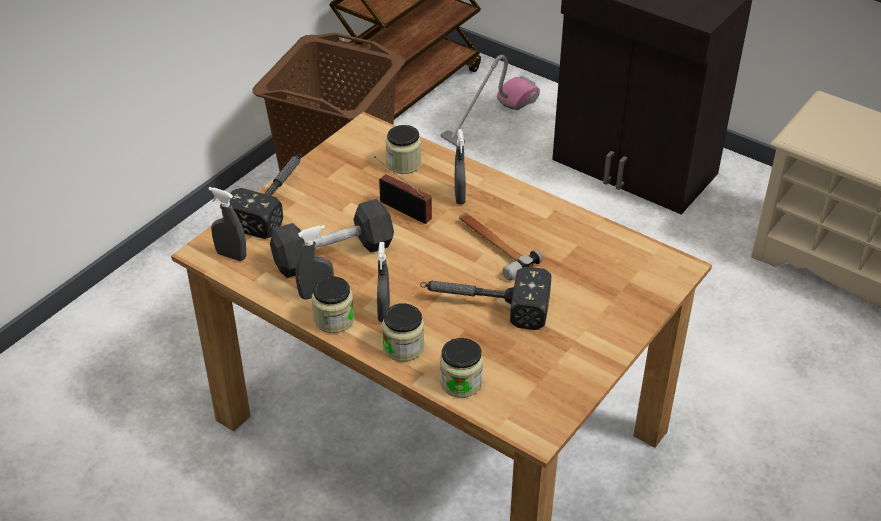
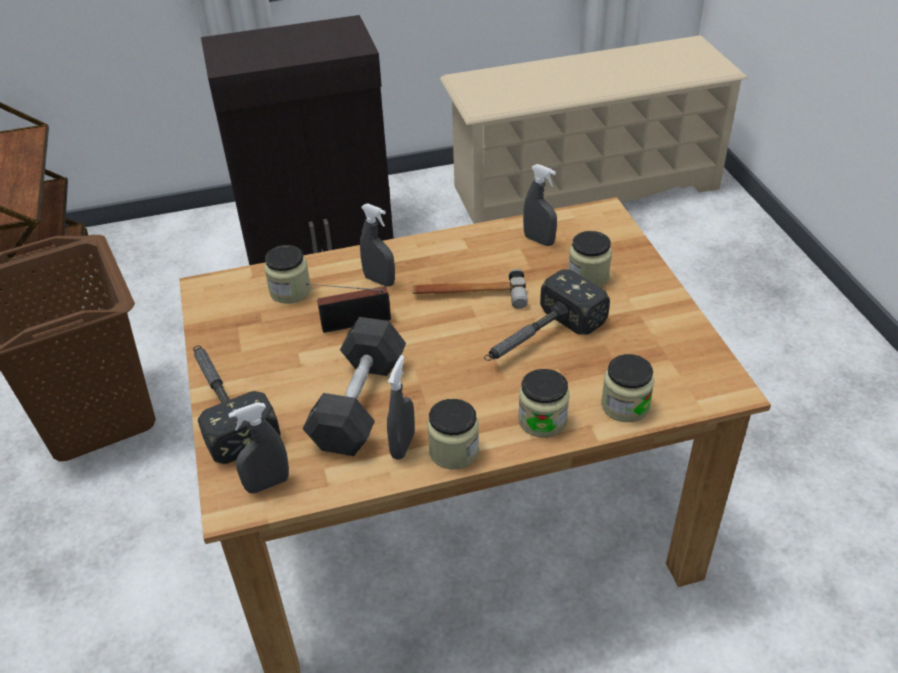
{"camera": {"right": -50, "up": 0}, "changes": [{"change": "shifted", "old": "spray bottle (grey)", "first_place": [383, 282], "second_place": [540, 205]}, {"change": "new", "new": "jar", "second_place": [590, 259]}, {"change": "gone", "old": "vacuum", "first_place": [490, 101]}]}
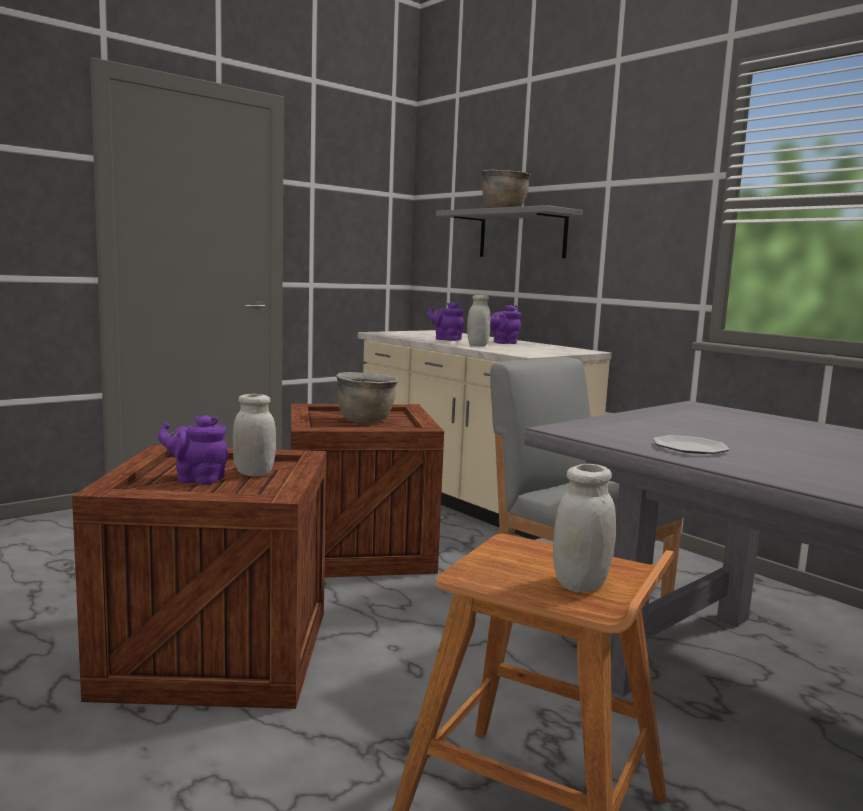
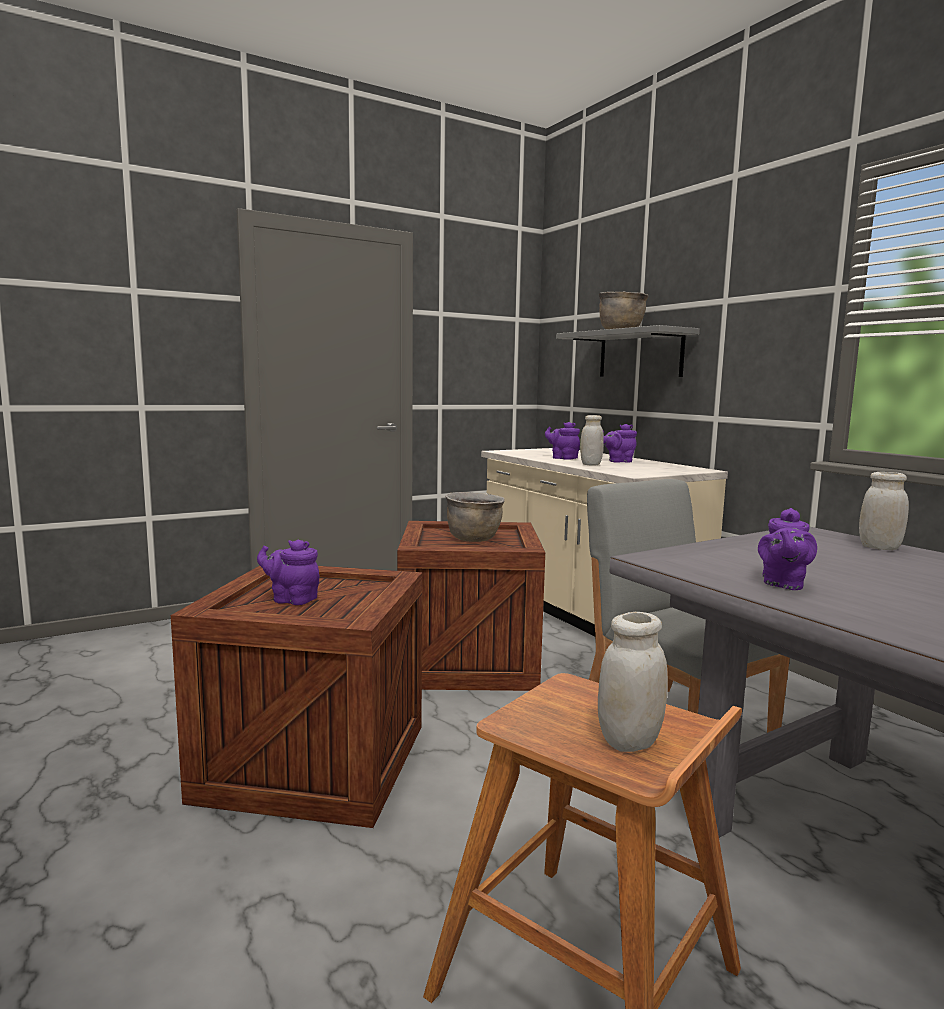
{"camera": {"right": 10, "up": 0}, "changes": [{"change": "swapped", "old": "plate", "new": "pot for tea (purple-coloured)", "first_place": [691, 444], "second_place": [787, 549]}, {"change": "shifted", "old": "jar (white)", "first_place": [254, 435], "second_place": [884, 511]}]}
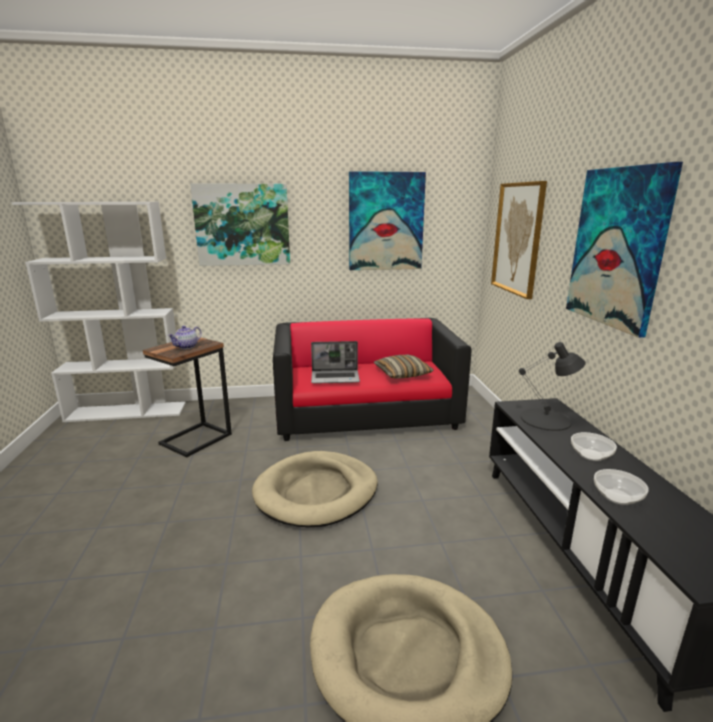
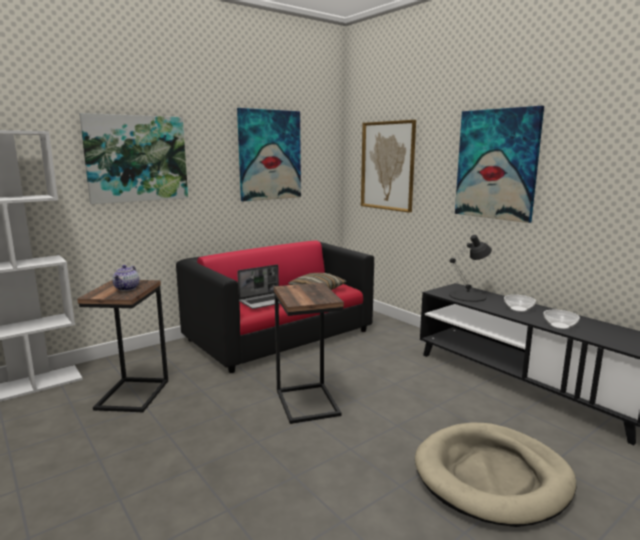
{"camera": {"right": -30, "up": -5}, "changes": [{"change": "swapped", "old": "pet bed (beige)", "new": "end table", "first_place": [315, 489], "second_place": [309, 353]}]}
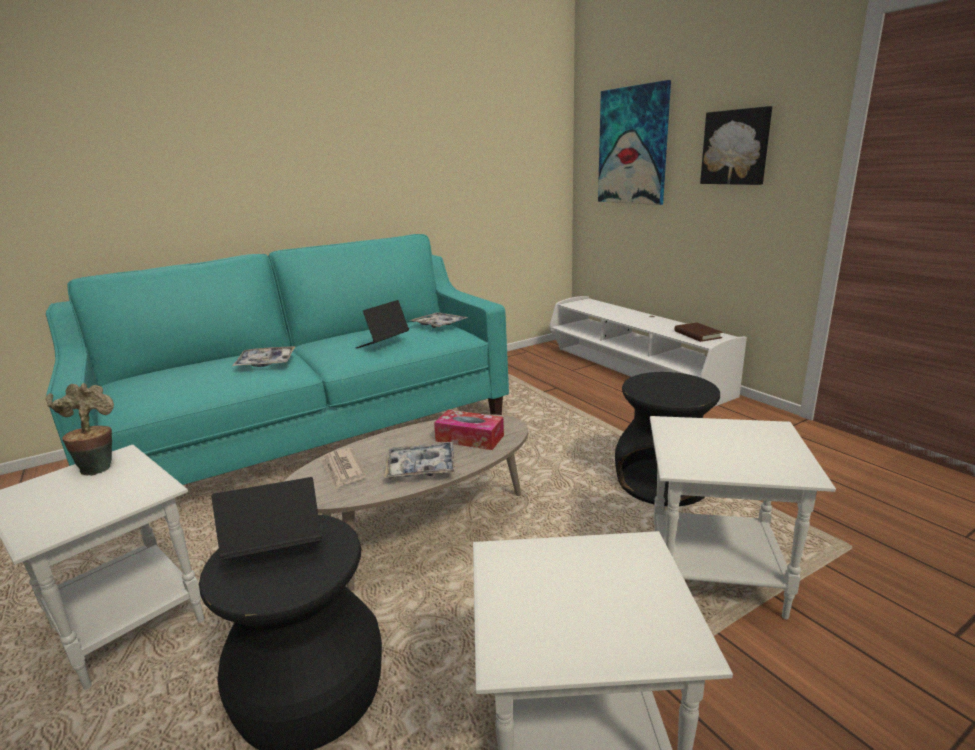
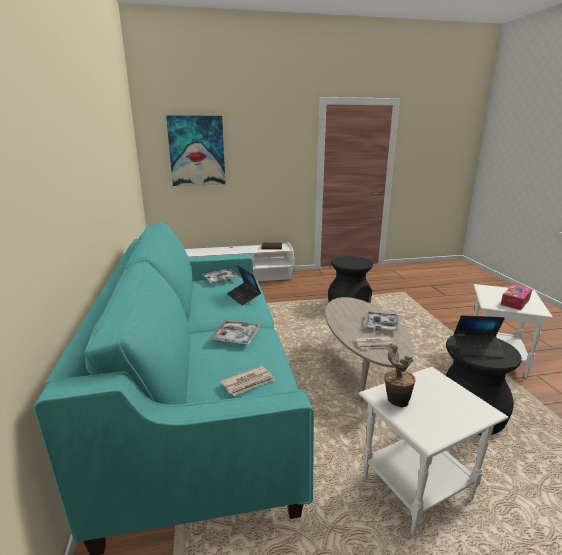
{"camera": {"right": -70, "up": 0}, "changes": [{"change": "new", "new": "newspaper", "second_place": [247, 381]}, {"change": "rotated", "old": "notebook computer", "first_place": [267, 518], "second_place": [479, 336], "degrees": -90}, {"change": "shifted", "old": "tissue holder", "first_place": [469, 430], "second_place": [516, 297]}, {"change": "gone", "old": "end table (white)", "first_place": [743, 518]}, {"change": "gone", "old": "wall picture", "first_place": [736, 145]}]}
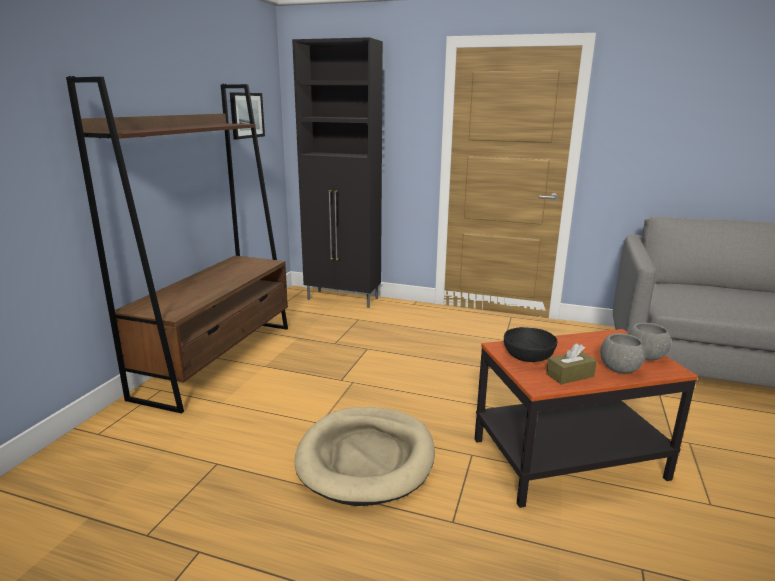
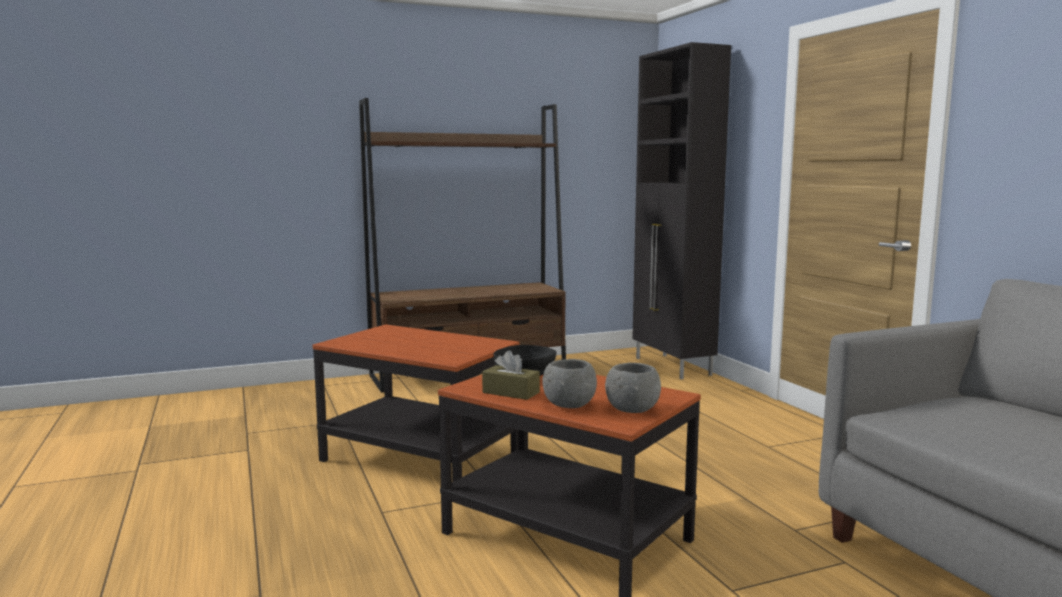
{"camera": {"right": 50, "up": -10}, "changes": [{"change": "swapped", "old": "pet bed (beige)", "new": "end table", "first_place": [365, 456], "second_place": [416, 403]}, {"change": "gone", "old": "wall picture", "first_place": [247, 115]}]}
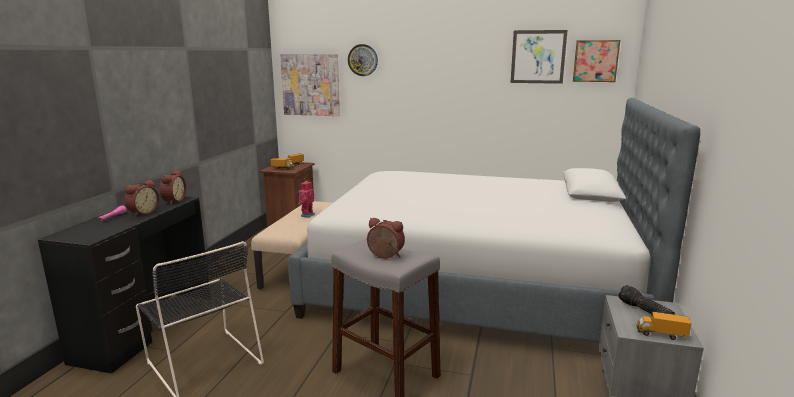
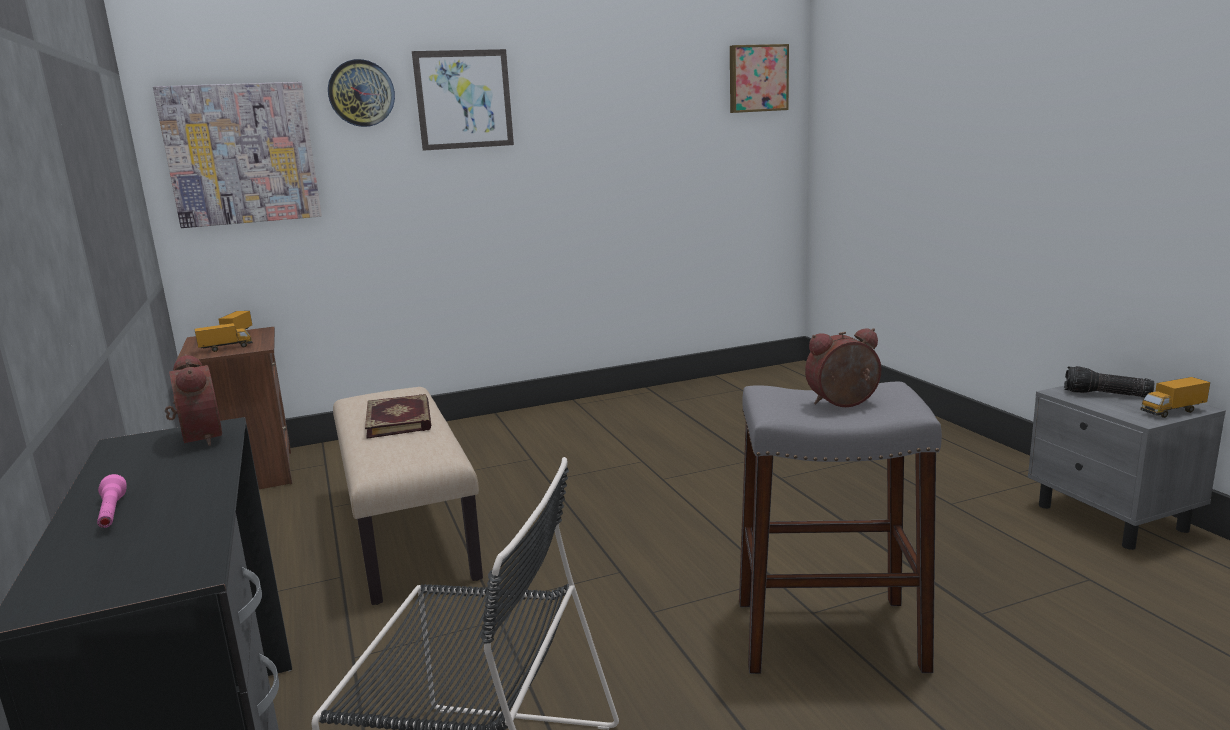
{"camera": {"right": -35, "up": 0}, "changes": [{"change": "swapped", "old": "robot figure", "new": "volume", "first_place": [306, 199], "second_place": [398, 416]}, {"change": "shifted", "old": "wall picture", "first_place": [539, 57], "second_place": [463, 100]}, {"change": "gone", "old": "alarm clock", "first_place": [141, 198]}, {"change": "gone", "old": "bed", "first_place": [494, 220]}]}
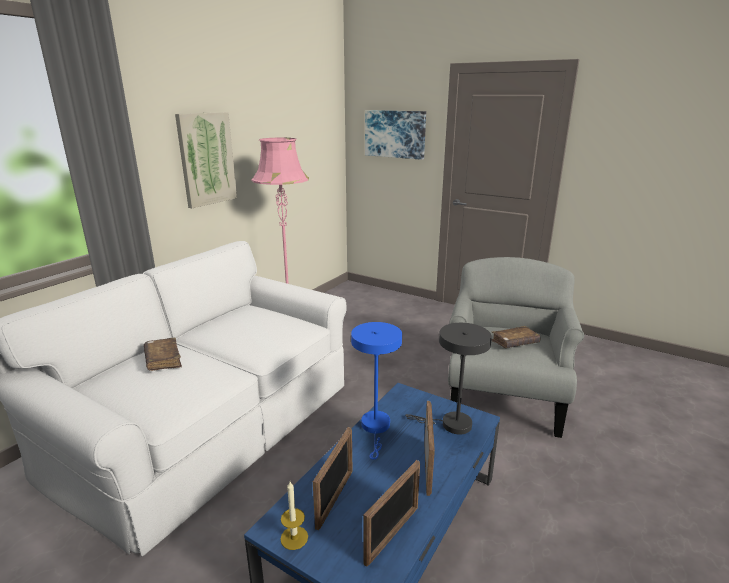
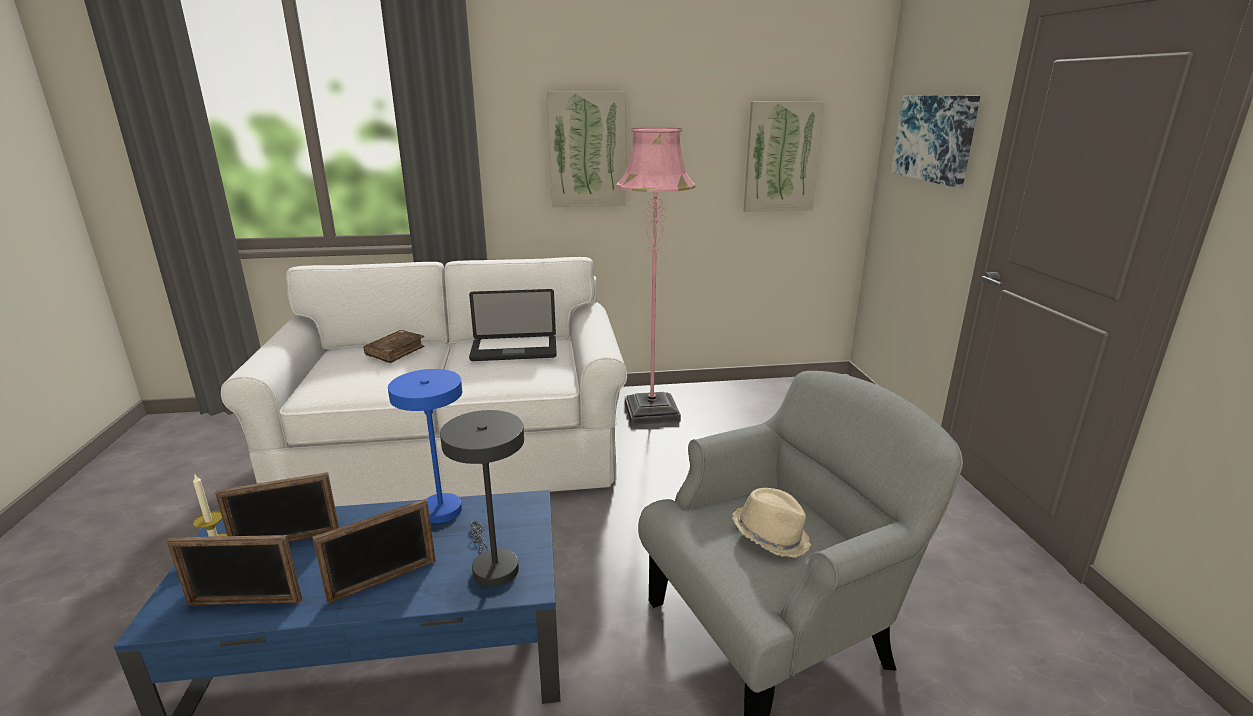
{"camera": {"right": 50, "up": 0}, "changes": [{"change": "new", "new": "notebook computer", "second_place": [513, 325]}, {"change": "swapped", "old": "volume (brownish)", "new": "clothing hat (beige)", "first_place": [516, 337], "second_place": [771, 523]}, {"change": "new", "new": "wall picture", "second_place": [783, 156]}]}
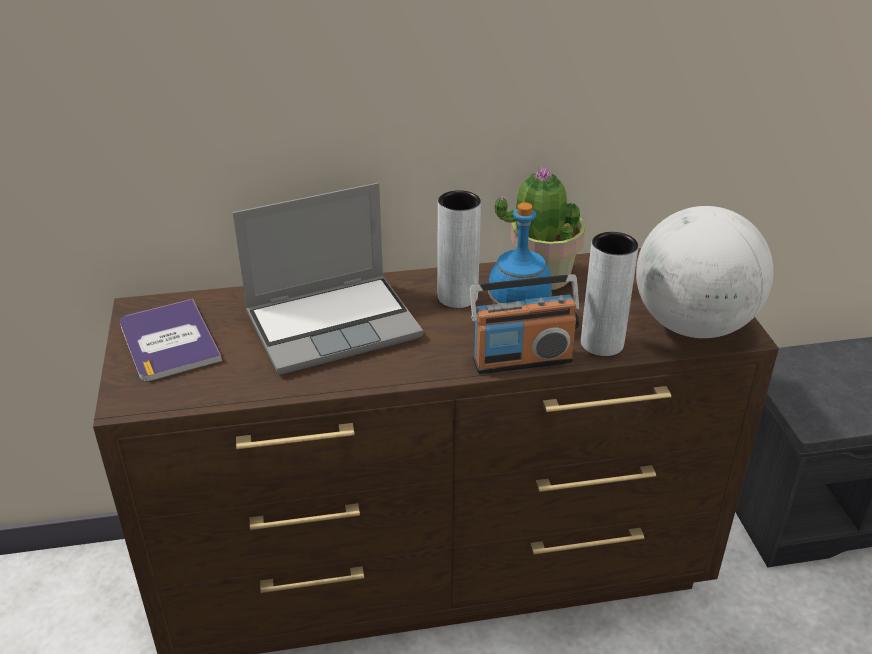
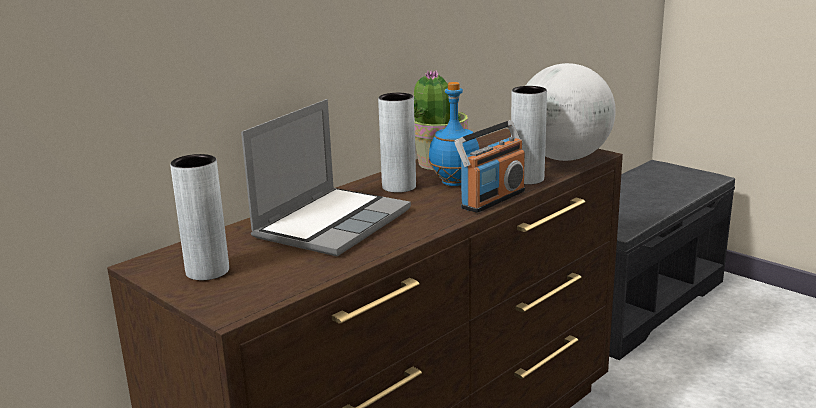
{"camera": {"right": -35, "up": -15}, "changes": [{"change": "swapped", "old": "volume", "new": "flower vase (grey)", "first_place": [171, 340], "second_place": [199, 217]}]}
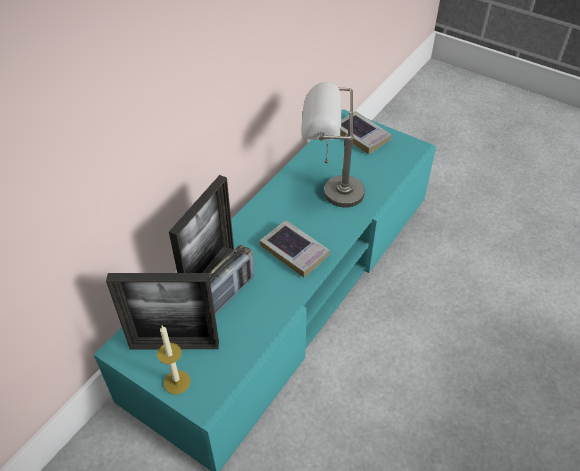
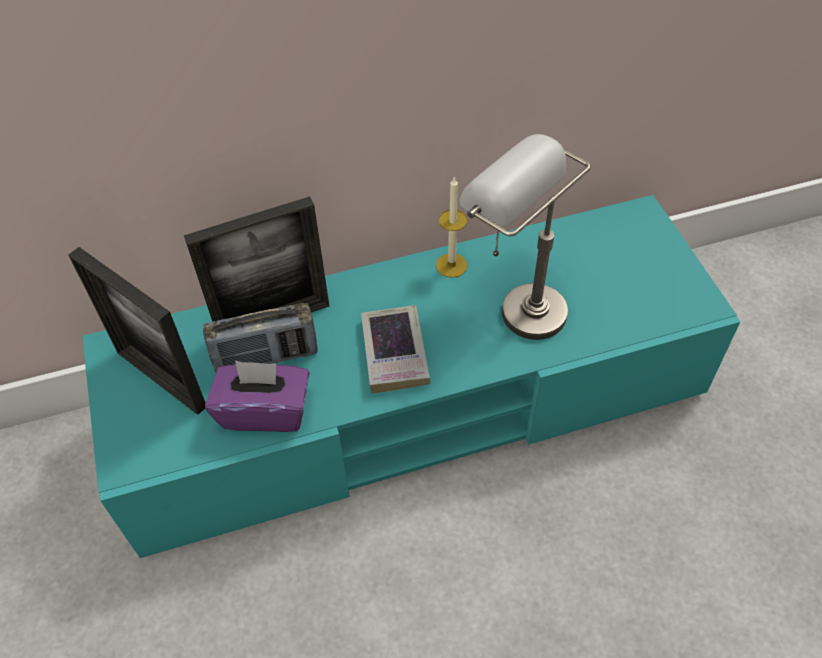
{"camera": {"right": 40, "up": 5}, "changes": [{"change": "new", "new": "tissue holder (purple-coloured)", "second_place": [257, 396]}, {"change": "shifted", "old": "wax light", "first_place": [173, 360], "second_place": [452, 228]}, {"change": "gone", "old": "volume", "first_place": [366, 132]}]}
